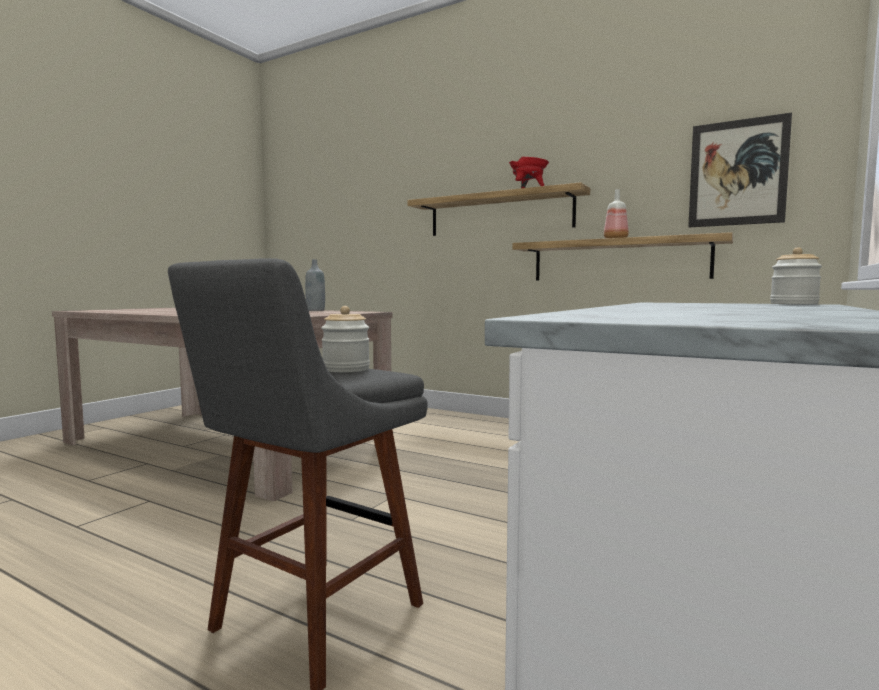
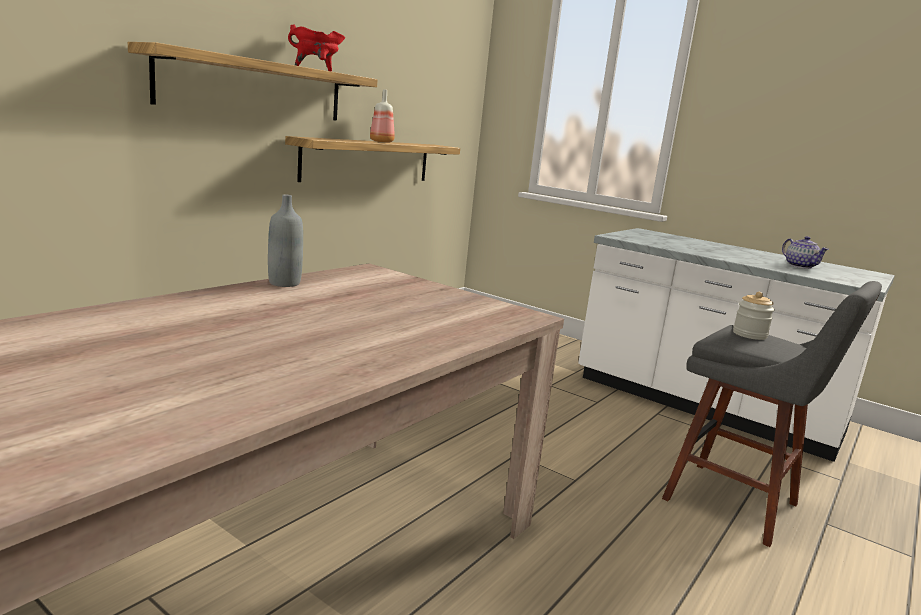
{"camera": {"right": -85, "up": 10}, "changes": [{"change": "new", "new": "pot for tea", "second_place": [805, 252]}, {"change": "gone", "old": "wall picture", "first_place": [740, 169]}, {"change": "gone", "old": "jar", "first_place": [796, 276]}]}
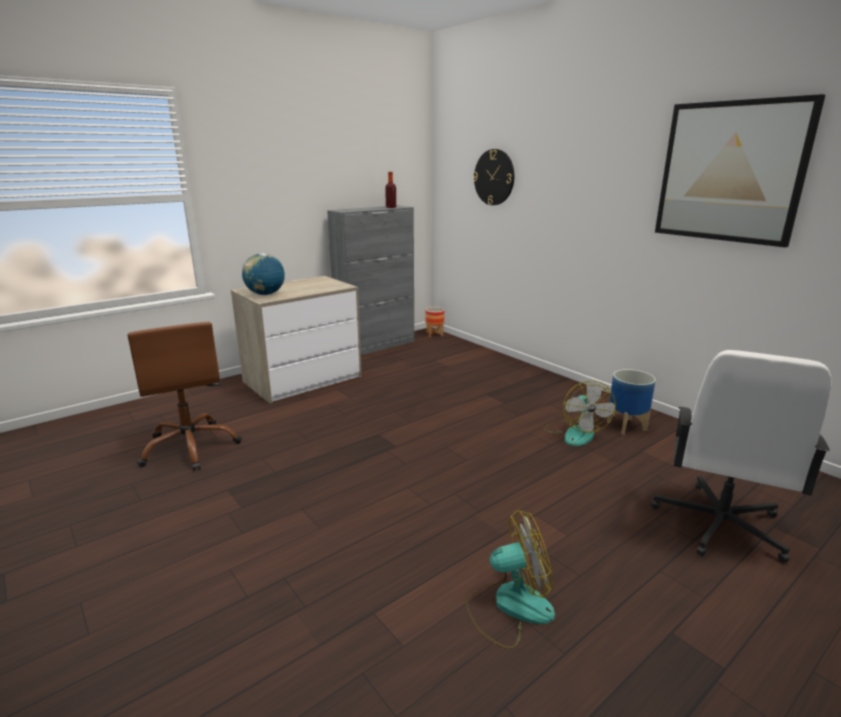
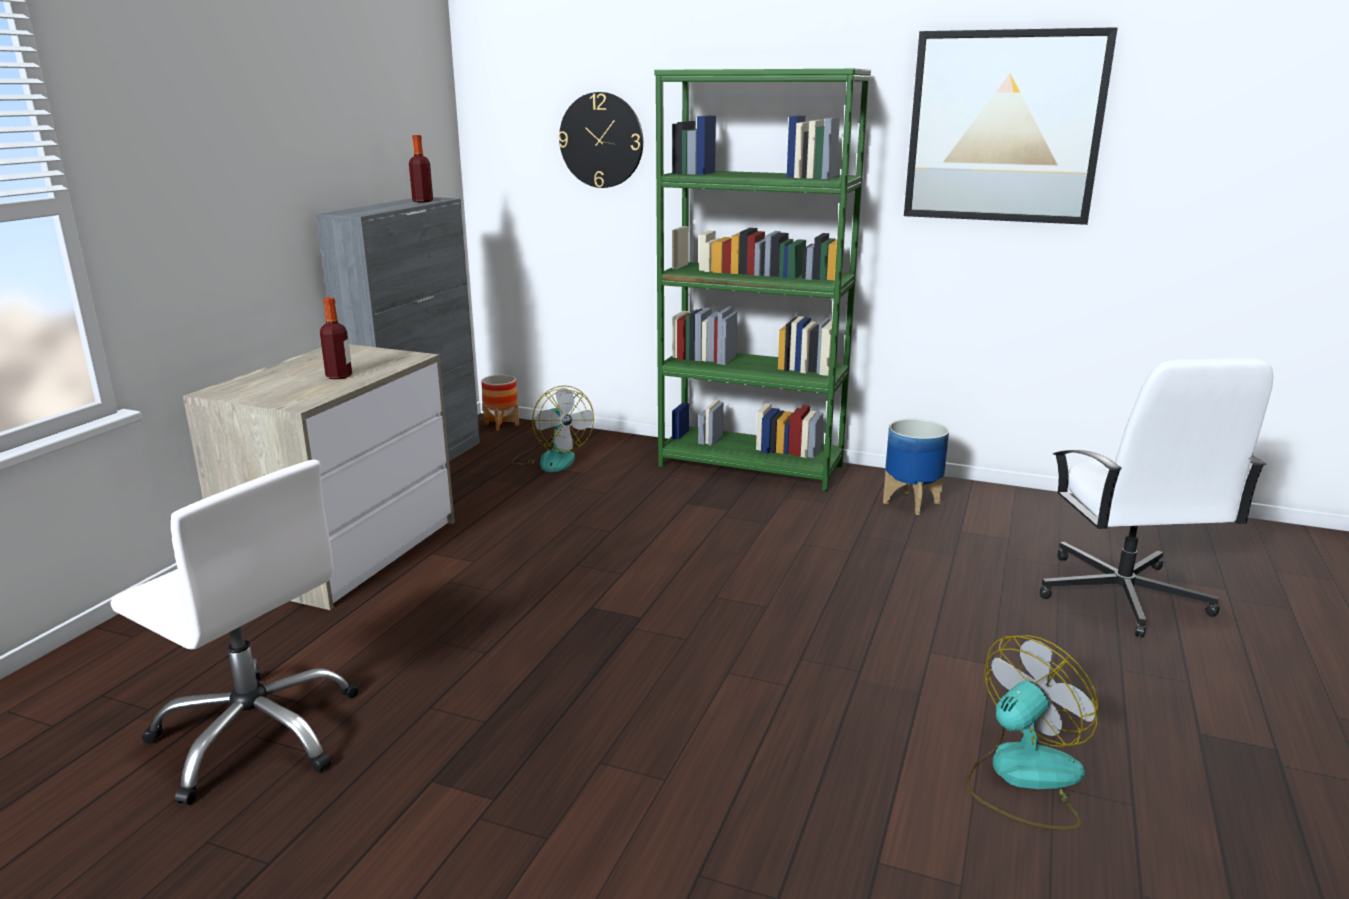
{"camera": {"right": -30, "up": 0}, "changes": [{"change": "repainted", "old": "desk chair (brownish)", "new": "desk chair (white)", "first_place": [185, 396], "second_place": [234, 632]}, {"change": "new", "new": "beverage bottle", "second_place": [336, 338]}, {"change": "shifted", "old": "electric fan", "first_place": [580, 413], "second_place": [553, 429]}, {"change": "new", "new": "bookshelf (greenish)", "second_place": [762, 280]}, {"change": "gone", "old": "desk globe", "first_place": [263, 274]}]}
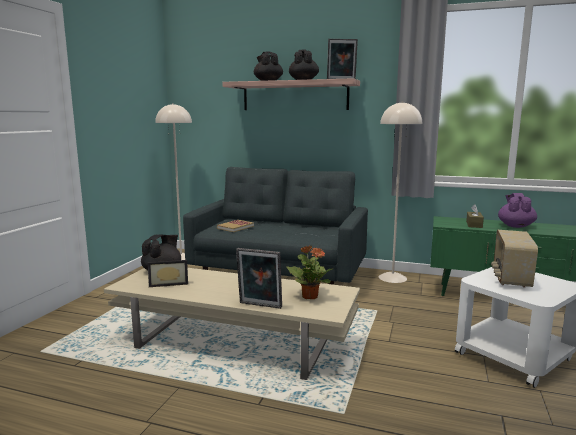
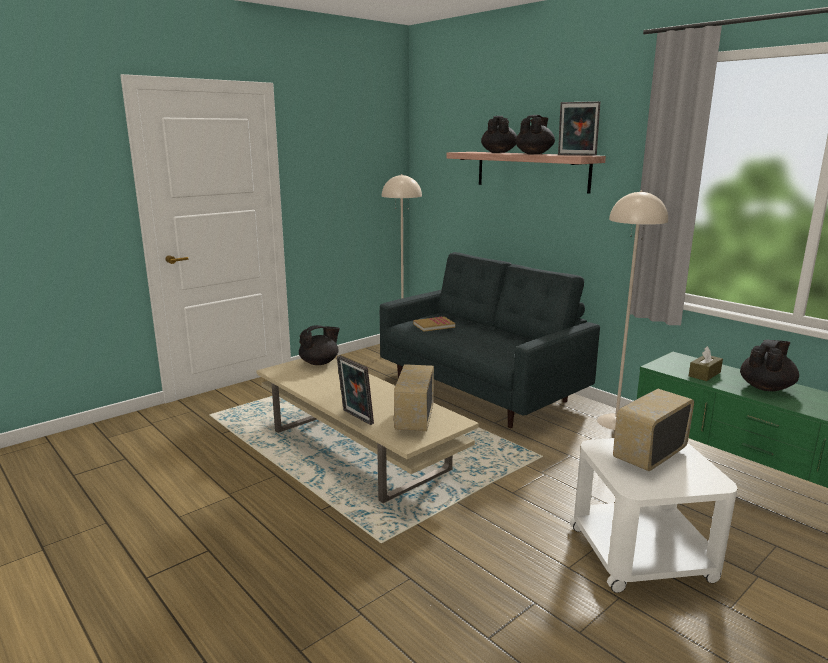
{"camera": {"right": 30, "up": 5}, "changes": [{"change": "swapped", "old": "plant in a pot", "new": "radio set", "first_place": [309, 272], "second_place": [413, 398]}, {"change": "repainted", "old": "pot for tea (purple-coloured)", "new": "pot for tea (black-coloured)", "first_place": [517, 210], "second_place": [769, 365]}, {"change": "gone", "old": "standing frame", "first_place": [168, 273]}]}
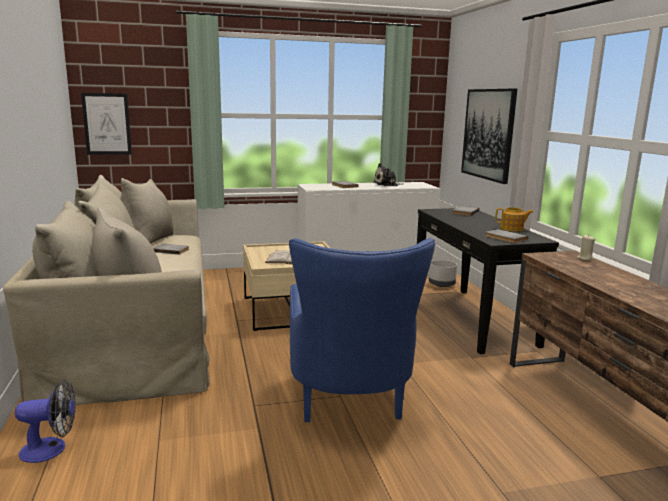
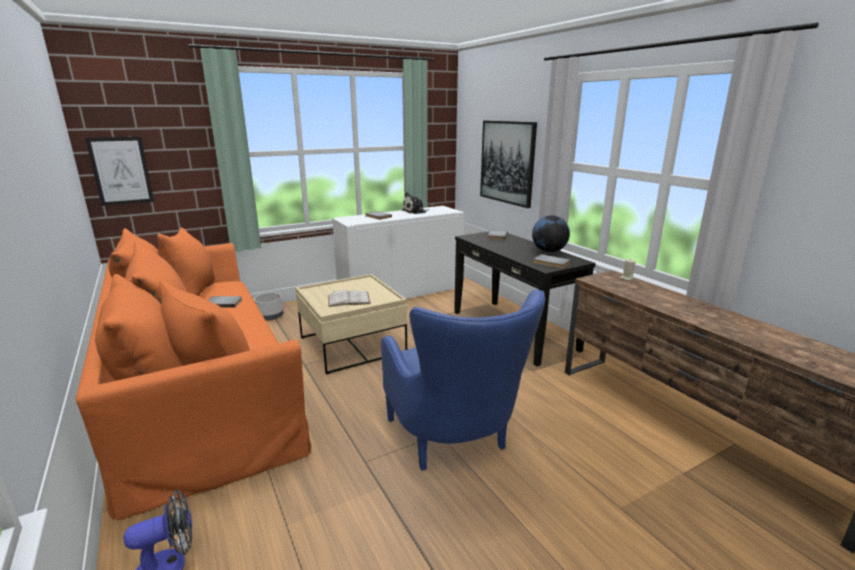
{"camera": {"right": -15, "up": 5}, "changes": [{"change": "repainted", "old": "settee (beige)", "new": "settee (orangey)", "first_place": [106, 290], "second_place": [193, 373]}, {"change": "shifted", "old": "planter (grey)", "first_place": [443, 273], "second_place": [269, 306]}, {"change": "swapped", "old": "pot for tea", "new": "desk globe", "first_place": [514, 219], "second_place": [551, 233]}]}
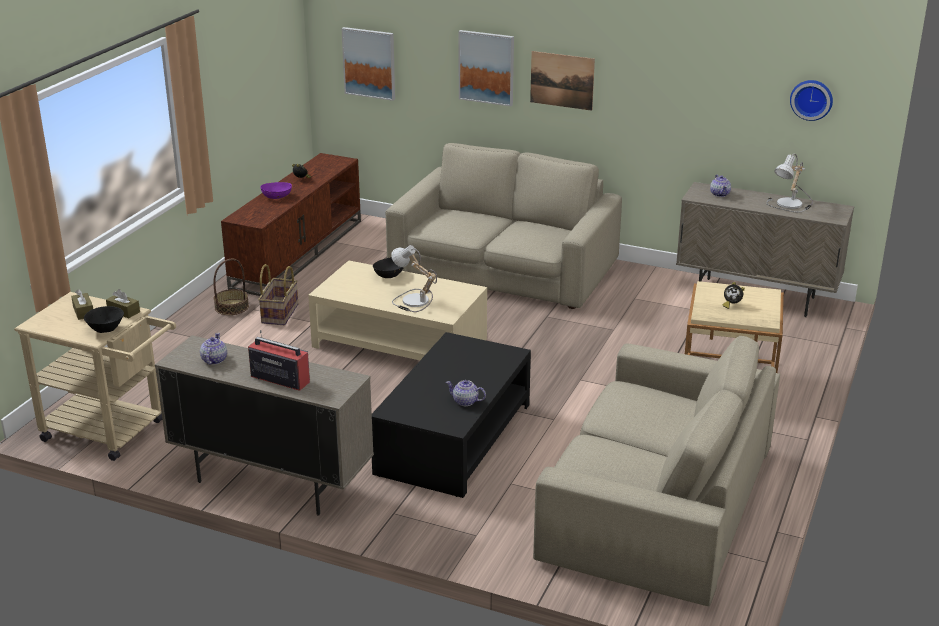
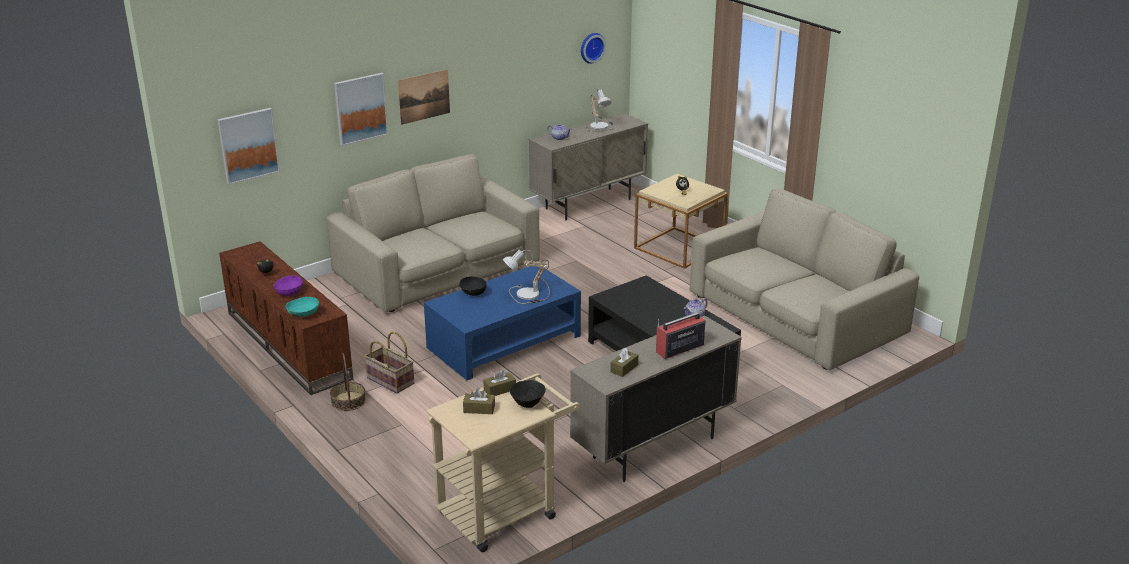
{"camera": {"right": -60, "up": 0}, "changes": [{"change": "new", "new": "deep dish (blue-green)", "second_place": [302, 307]}, {"change": "repainted", "old": "lounge table (beige)", "new": "lounge table (blue)", "first_place": [397, 310], "second_place": [502, 322]}, {"change": "swapped", "old": "pot for tea", "new": "tissue holder (brownish)", "first_place": [213, 349], "second_place": [624, 362]}]}
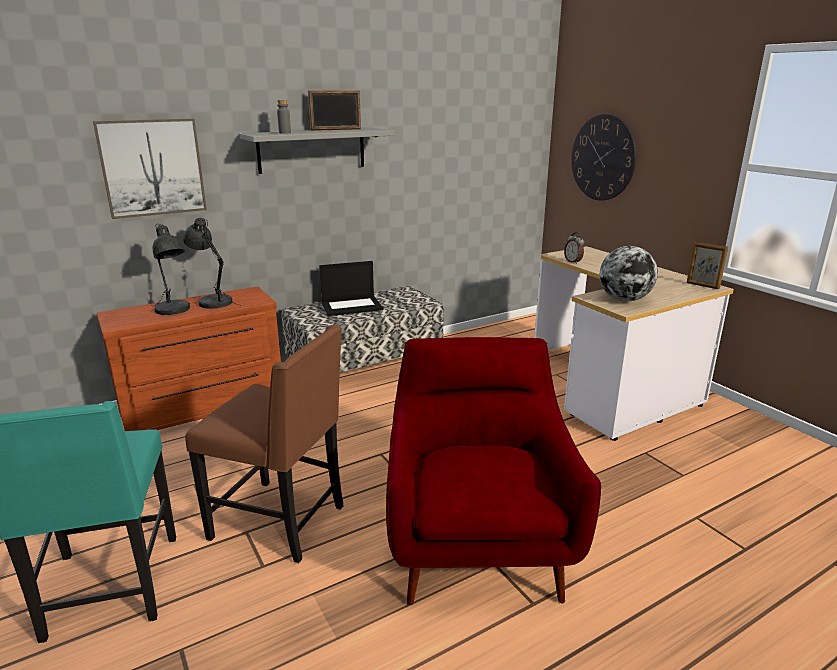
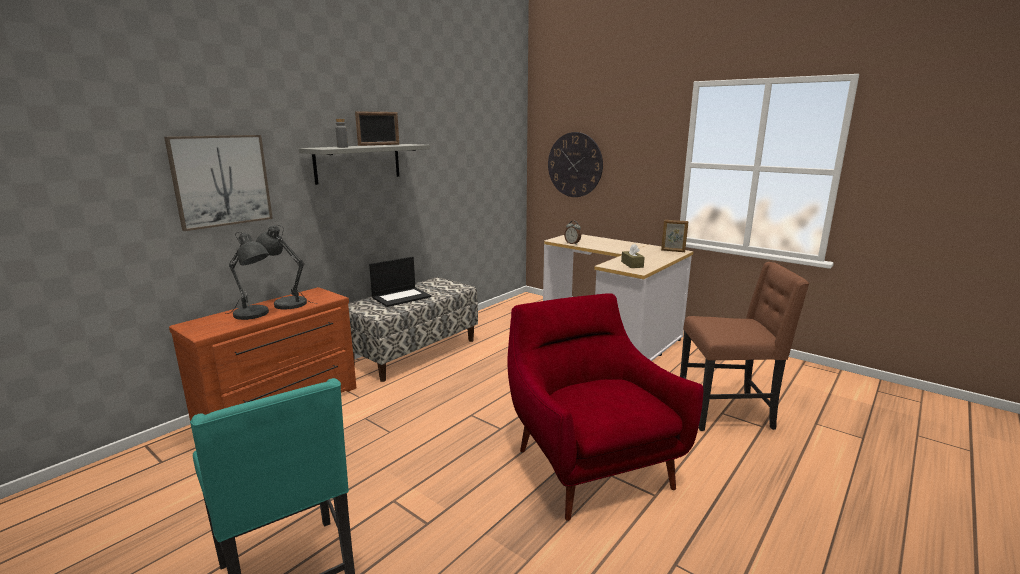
{"camera": {"right": -20, "up": -5}, "changes": [{"change": "swapped", "old": "desk globe", "new": "tissue holder (brownish)", "first_place": [629, 273], "second_place": [633, 256]}, {"change": "shifted", "old": "chair (brownish)", "first_place": [264, 444], "second_place": [744, 346]}]}
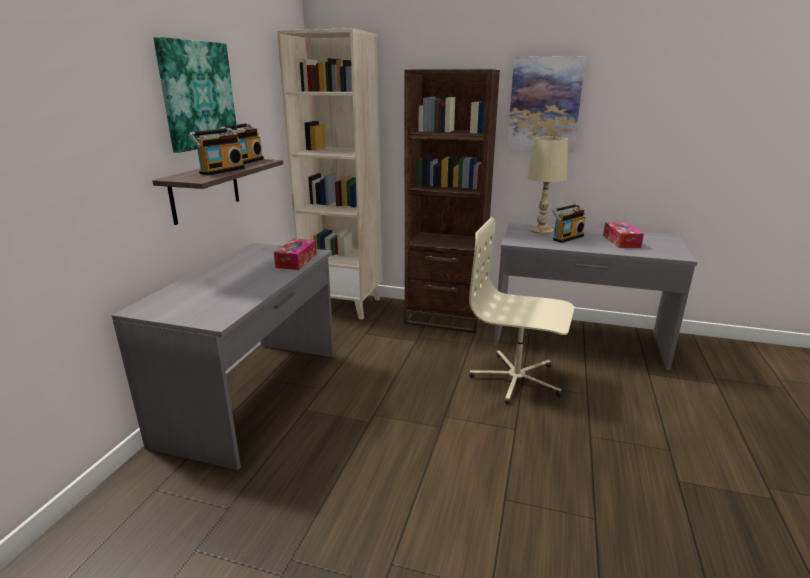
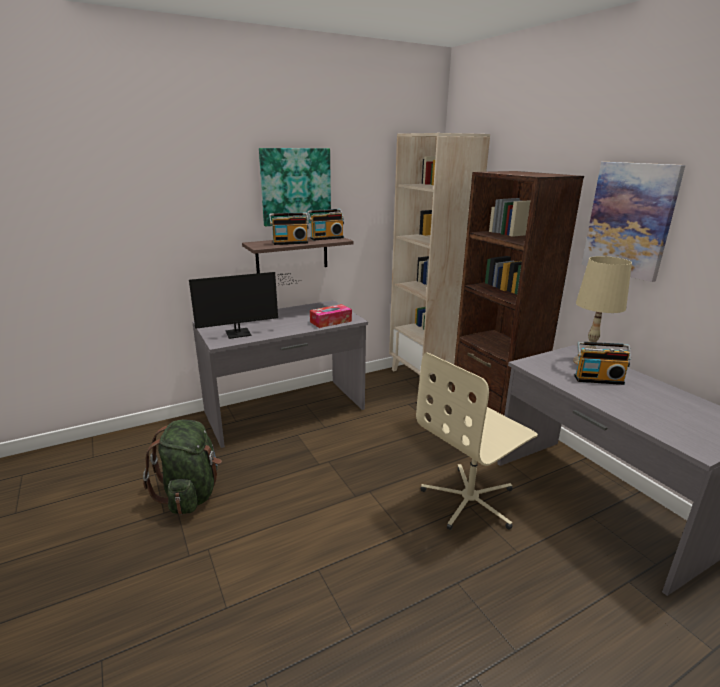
{"camera": {"right": 45, "up": 0}, "changes": [{"change": "new", "new": "backpack (greenish)", "second_place": [182, 467]}, {"change": "new", "new": "computer screen", "second_place": [245, 305]}, {"change": "rotated", "old": "desk chair (beige)", "first_place": [521, 310], "second_place": [477, 441], "degrees": -105}, {"change": "gone", "old": "tissue holder", "first_place": [623, 235]}]}
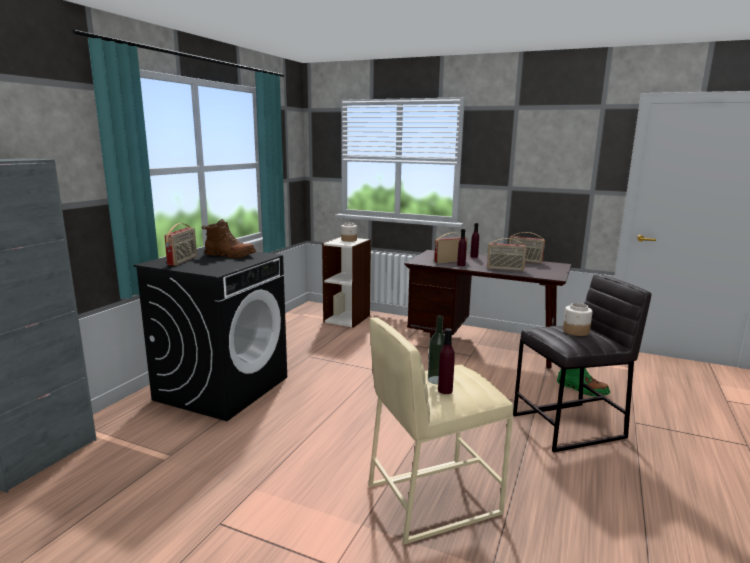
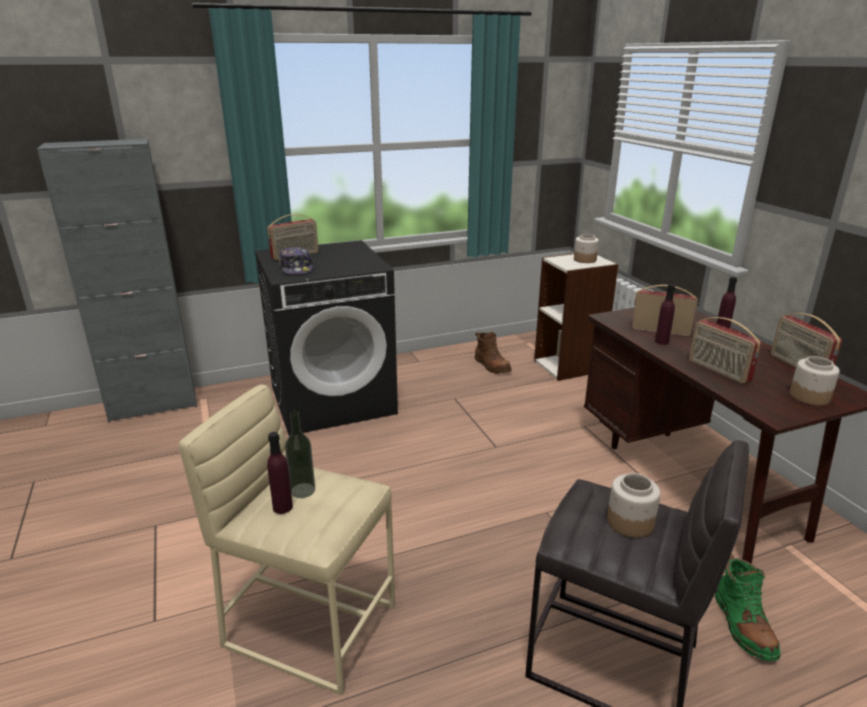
{"camera": {"right": 45, "up": 10}, "changes": [{"change": "new", "new": "peaked cap", "second_place": [296, 261]}, {"change": "shifted", "old": "high-top boot (brownish)", "first_place": [228, 238], "second_place": [493, 353]}, {"change": "new", "new": "jar", "second_place": [815, 380]}]}
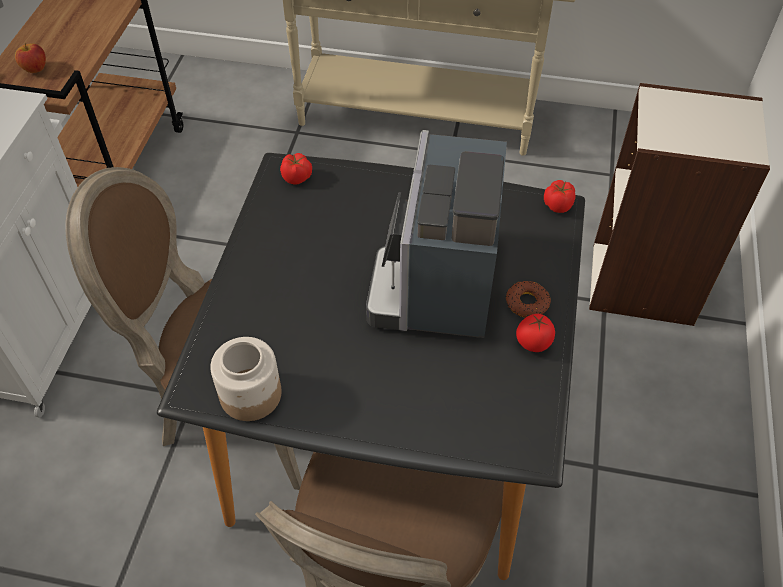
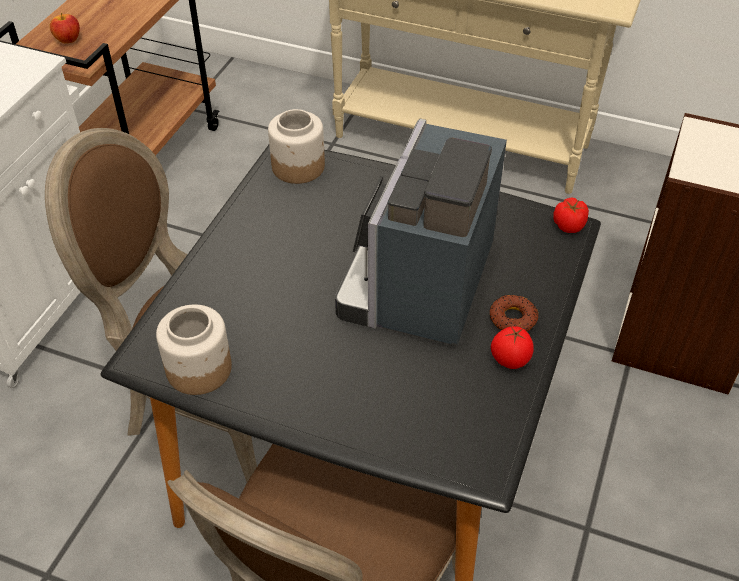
{"camera": {"right": 10, "up": -5}, "changes": [{"change": "swapped", "old": "fresh tomato", "new": "jar", "first_place": [296, 168], "second_place": [296, 146]}]}
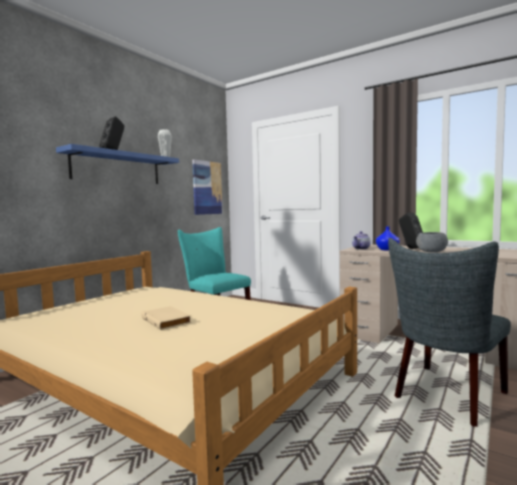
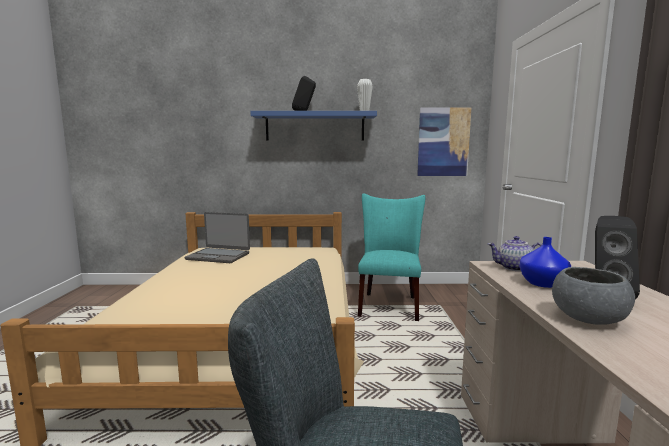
{"camera": {"right": 55, "up": 5}, "changes": [{"change": "new", "new": "notebook computer", "second_place": [217, 237]}, {"change": "gone", "old": "volume (beige)", "first_place": [167, 318]}]}
